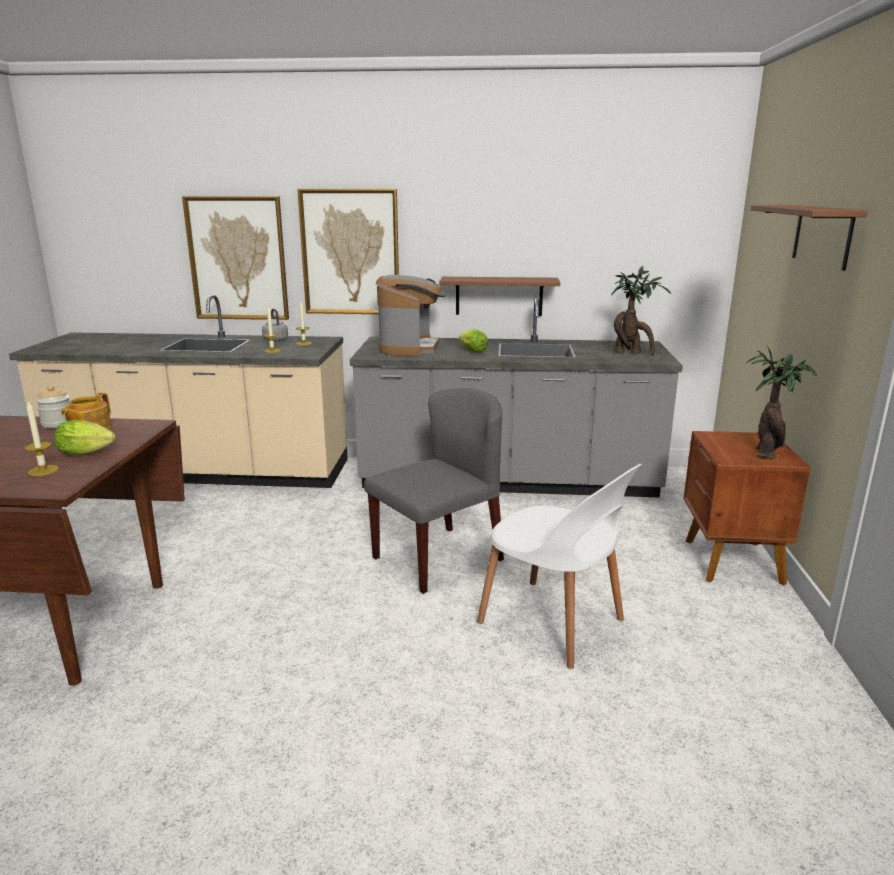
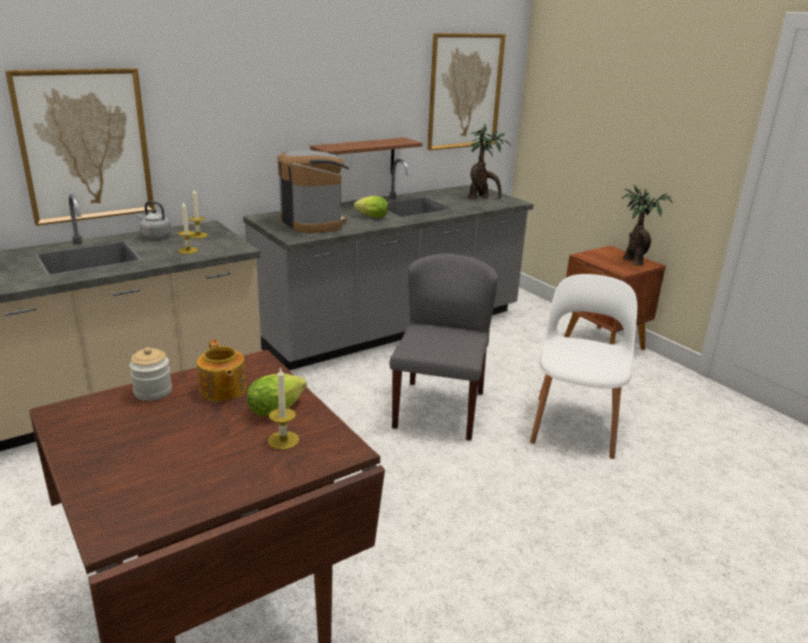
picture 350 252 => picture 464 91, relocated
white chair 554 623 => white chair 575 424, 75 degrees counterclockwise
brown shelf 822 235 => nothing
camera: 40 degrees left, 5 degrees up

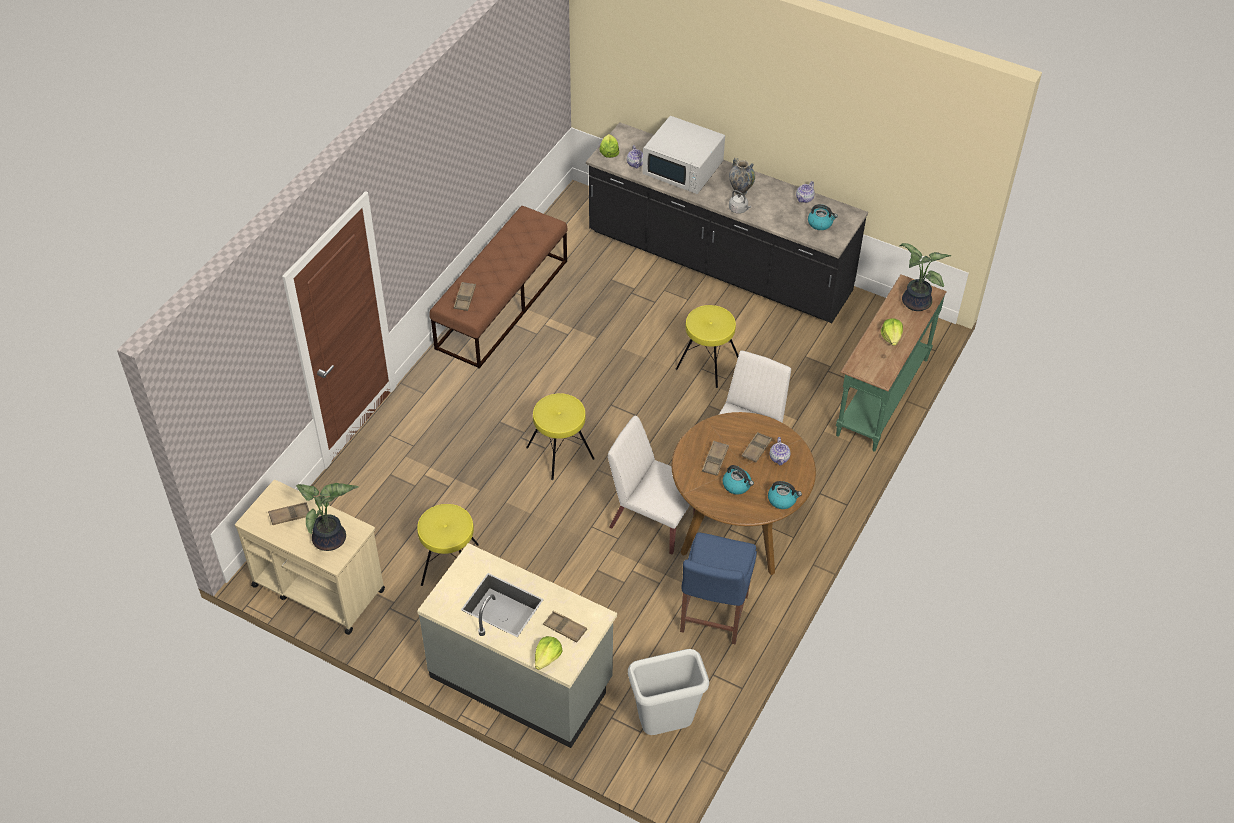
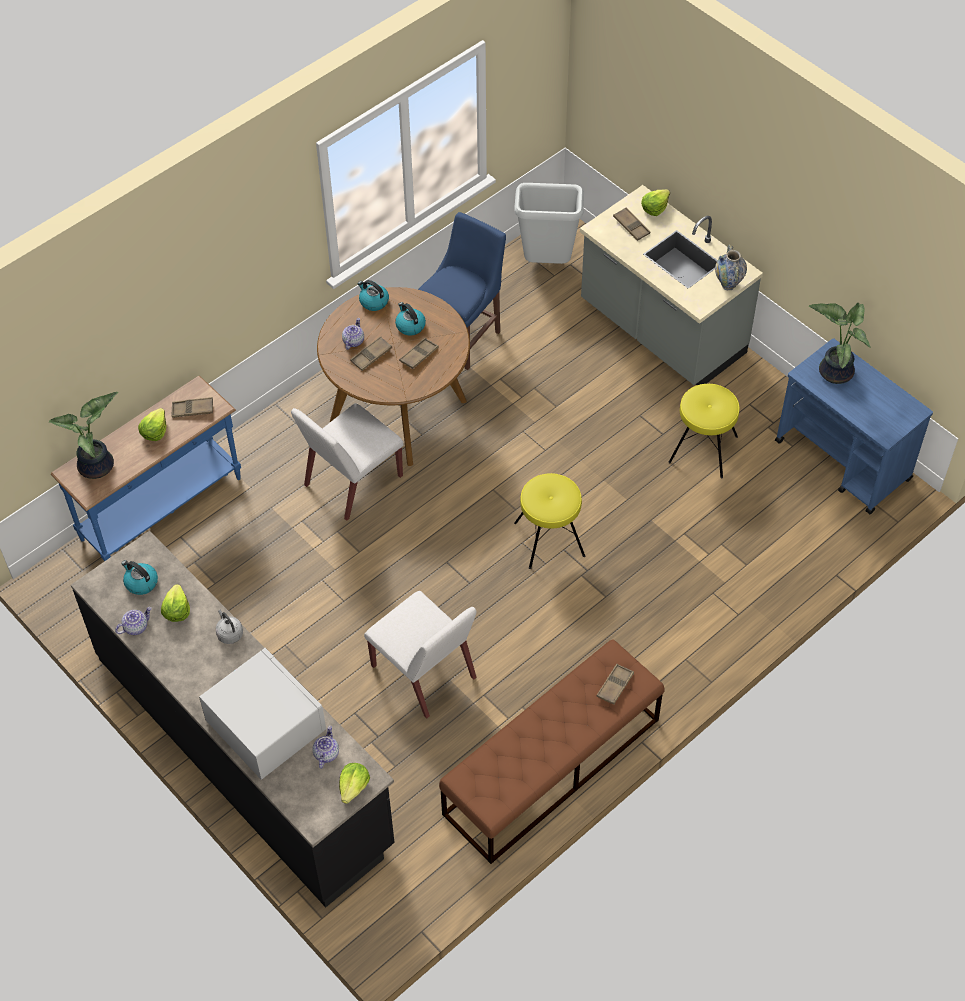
green console table 881 396 => blue console table 162 510
nothing => lettuce 176 610
brown tray 290 515 => brown tray 192 409, relocated
white chair 652 520 => white chair 424 673, relocated
vase 740 191 => vase 728 284, relocated
beige cart 318 587 => blue cart 843 461
yellow stool 708 363 => nothing
camera: 160 degrees left, 5 degrees up

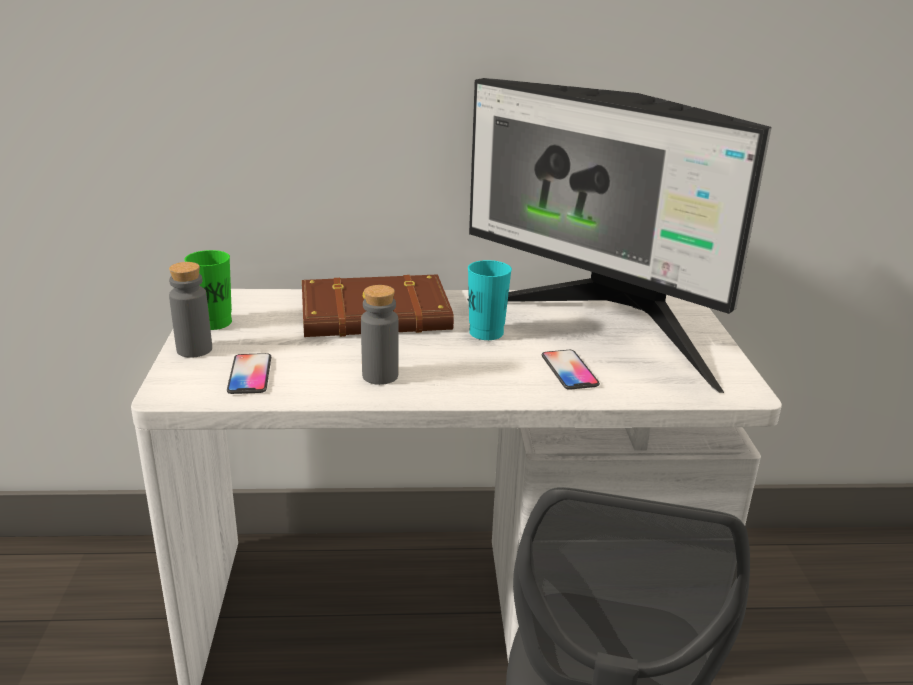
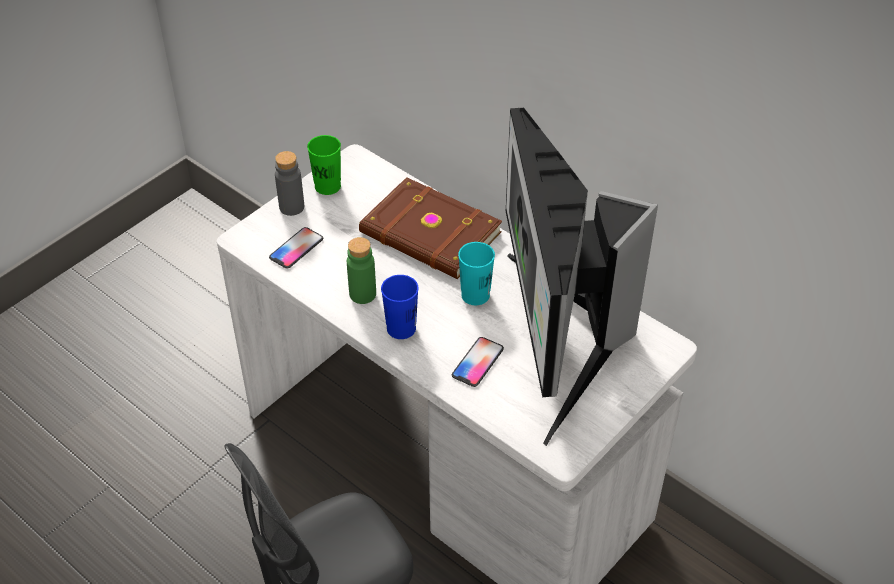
grey bottle 380 376 => green bottle 362 294
nothing => blue cup 401 328
camera: 45 degrees right, 20 degrees up

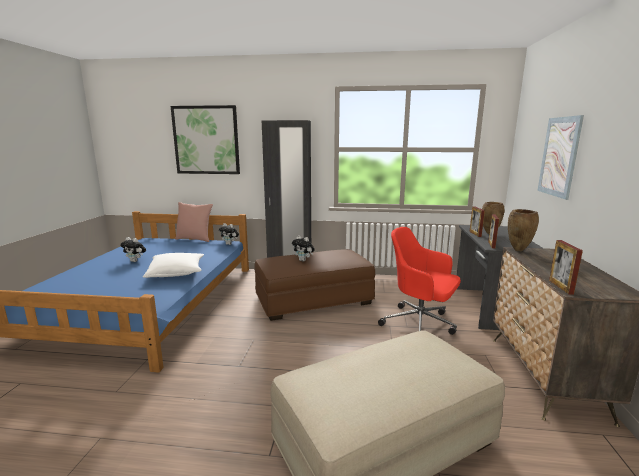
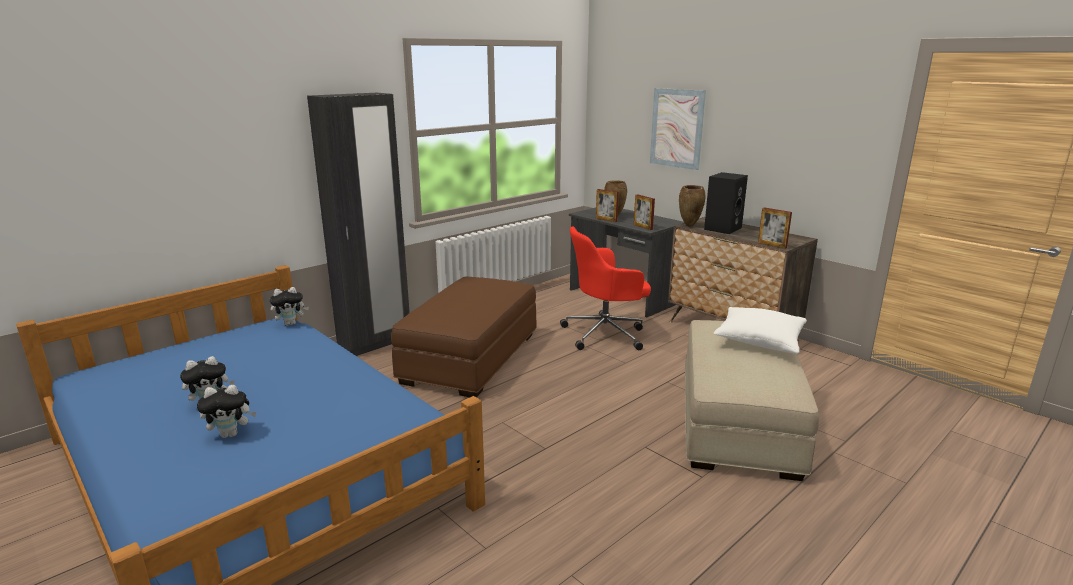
plush toy 303 260 => plush toy 231 434, relocated
nothing => black speaker 722 228
white pillow 176 273 => white pillow 759 341, relocated
picture 206 140 => nothing
pink pillow 195 239 => nothing
camera: 50 degrees left, 5 degrees up

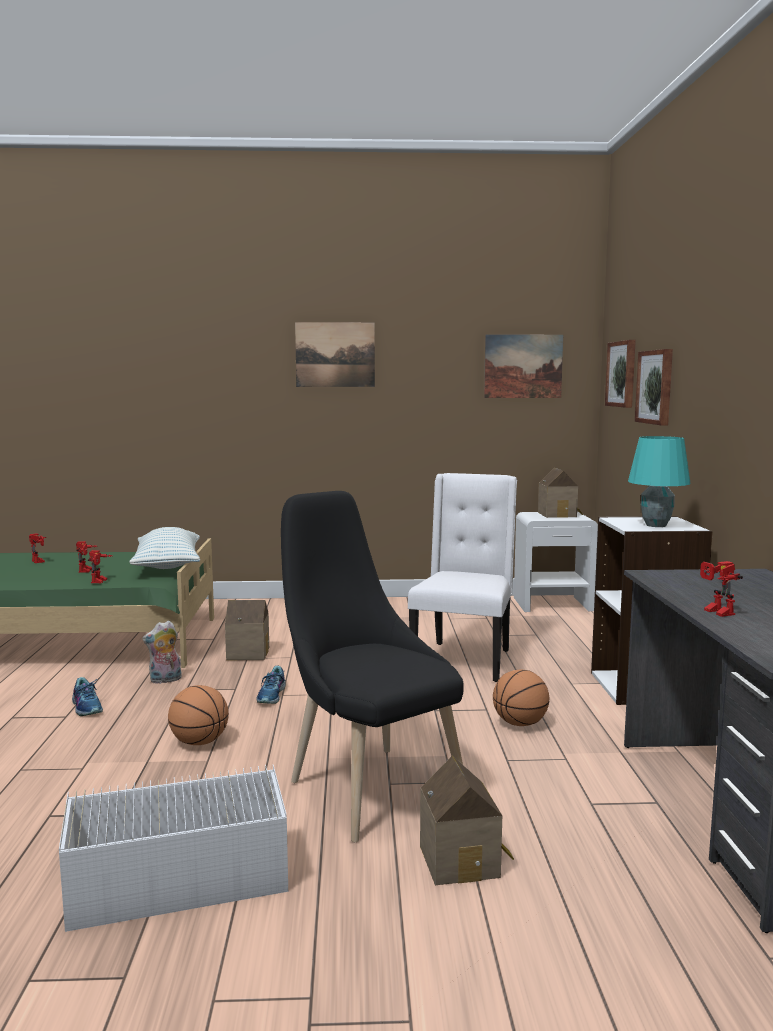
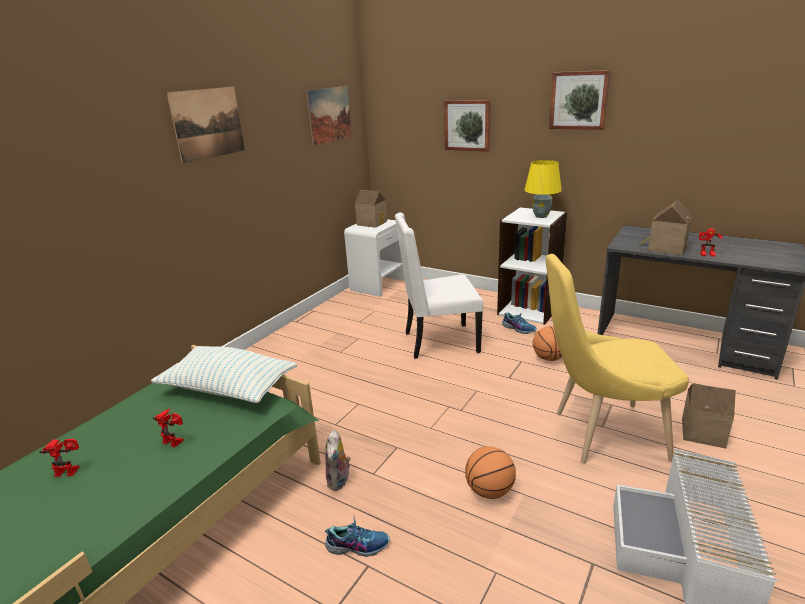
white chair 463 660 => white chair 439 342, 60 degrees counterclockwise
shoe 272 695 => shoe 519 328, relocated
turquoise table lamp 656 525 => yellow table lamp 541 216
black chair 368 785 => yellow chair 601 434
picture 622 374 => picture 579 100, relocated
toy house 248 653 => toy house 665 248, relocated
toy robot 100 581 => nothing
camera: 55 degrees left, 15 degrees up

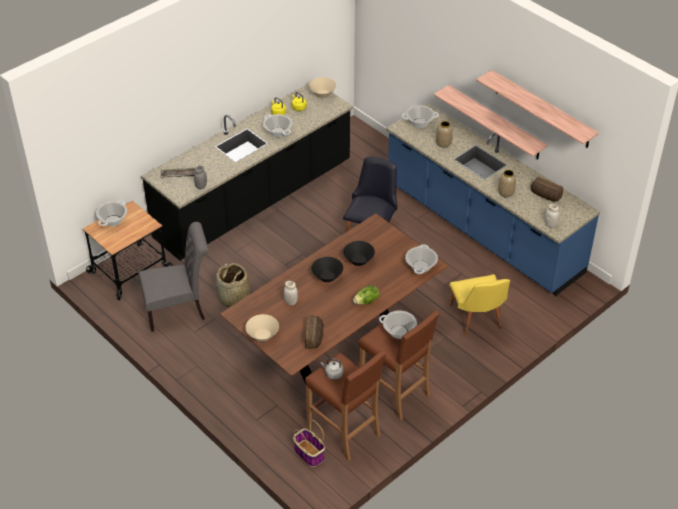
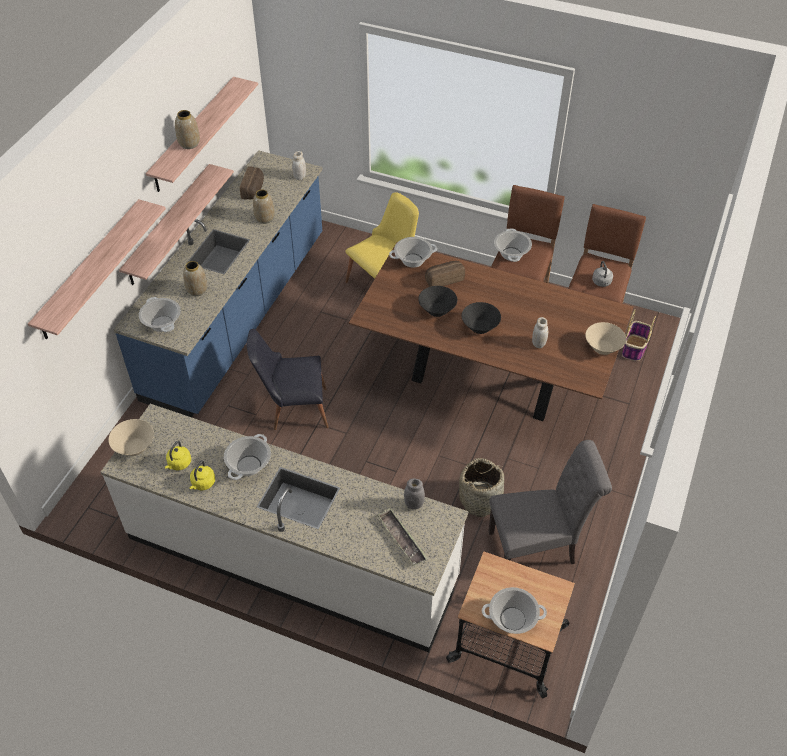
nothing => shelf 90 270
black counter 254 200 => white counter 292 557
nothing => vase 189 144
bread 314 337 => bread 444 279, relocated
grey chair 179 311 => grey chair 537 547, 120 degrees clockwise
lettuce 366 301 => nothing
camera: 115 degrees left, 5 degrees up

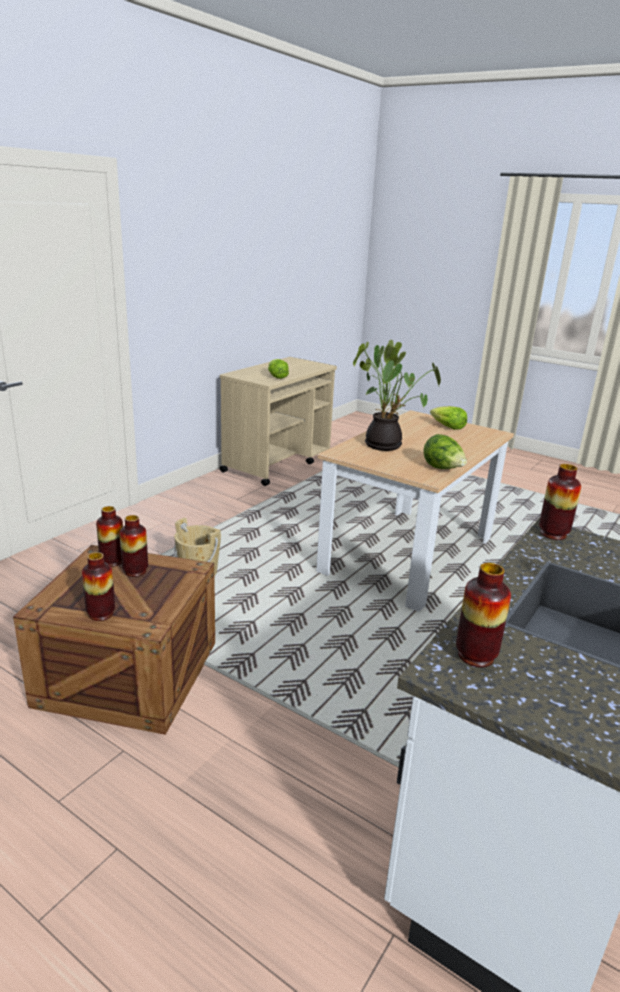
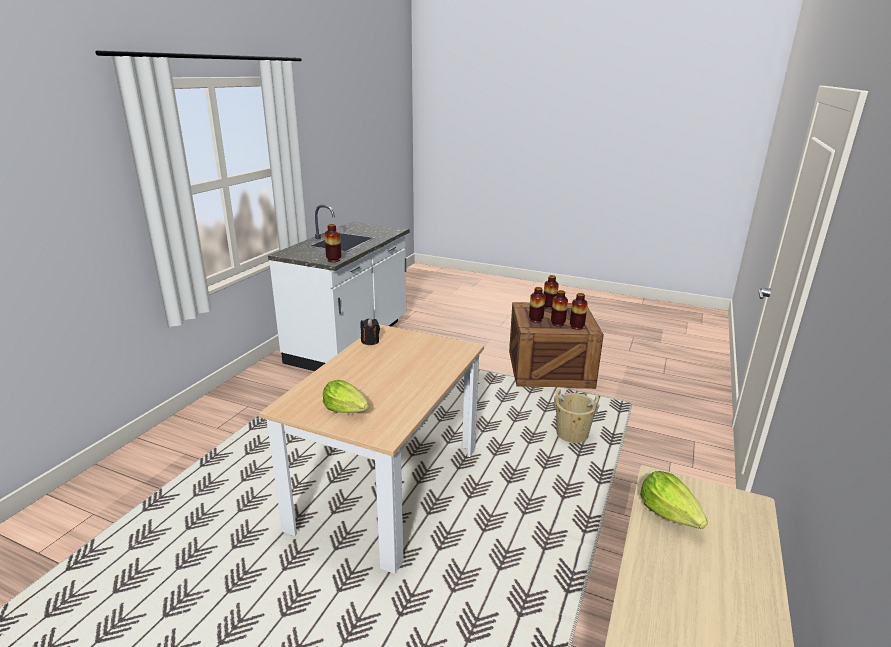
lettuce 443 469 => black candle 370 341
vase 475 656 => vase 535 320, relocated
potted plant 386 445 => nothing
camera: 170 degrees right, 0 degrees up

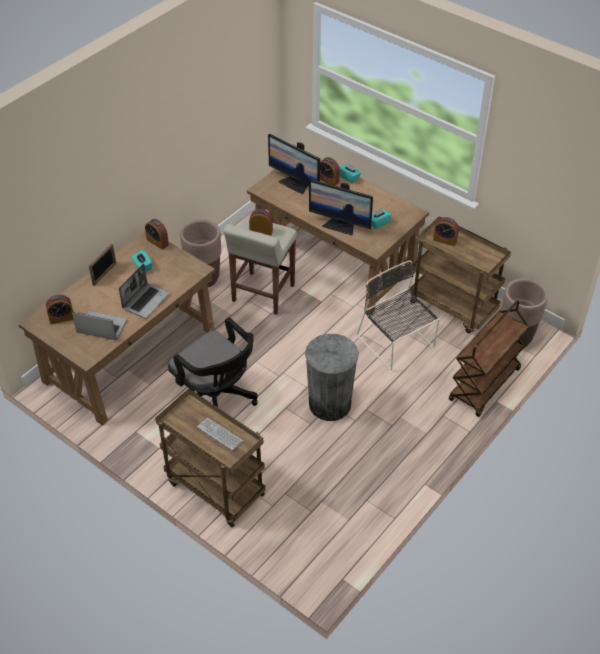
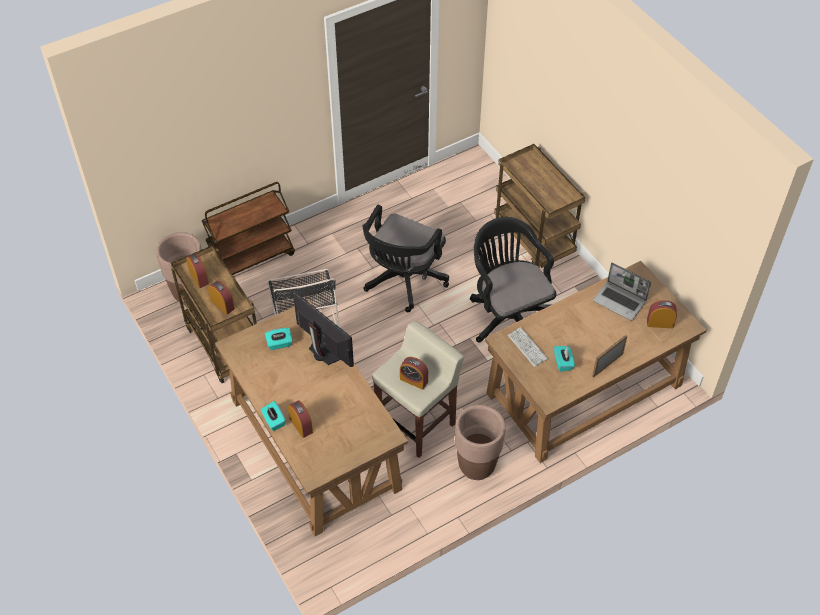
alarm clock 157 242 => alarm clock 199 277, relocated
grey trash can 330 404 => black office chair 403 282
keyboard 220 434 => keyboard 527 347, relocated
laptop 146 300 => nothing
monitor 295 184 => nothing
camera: 160 degrees left, 5 degrees up

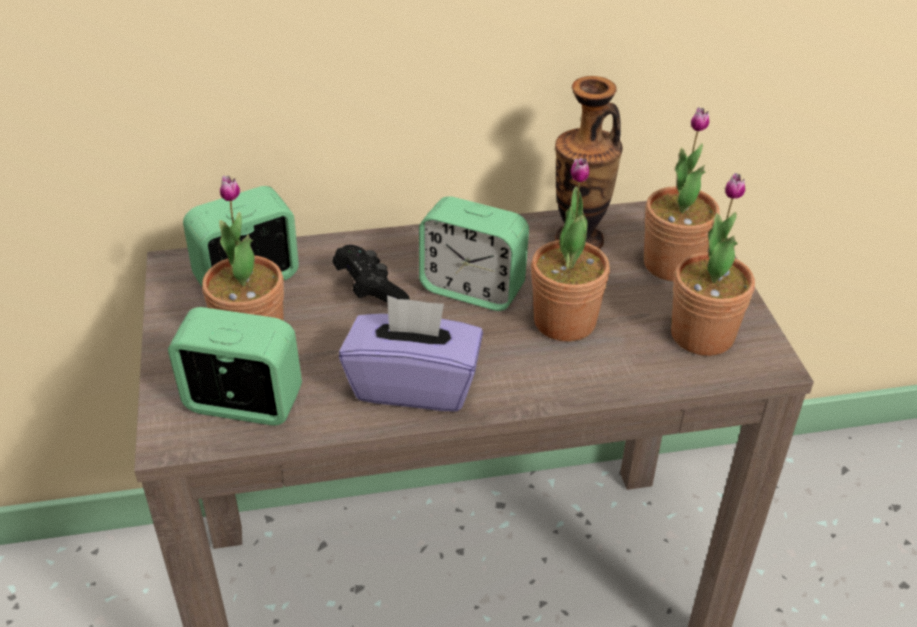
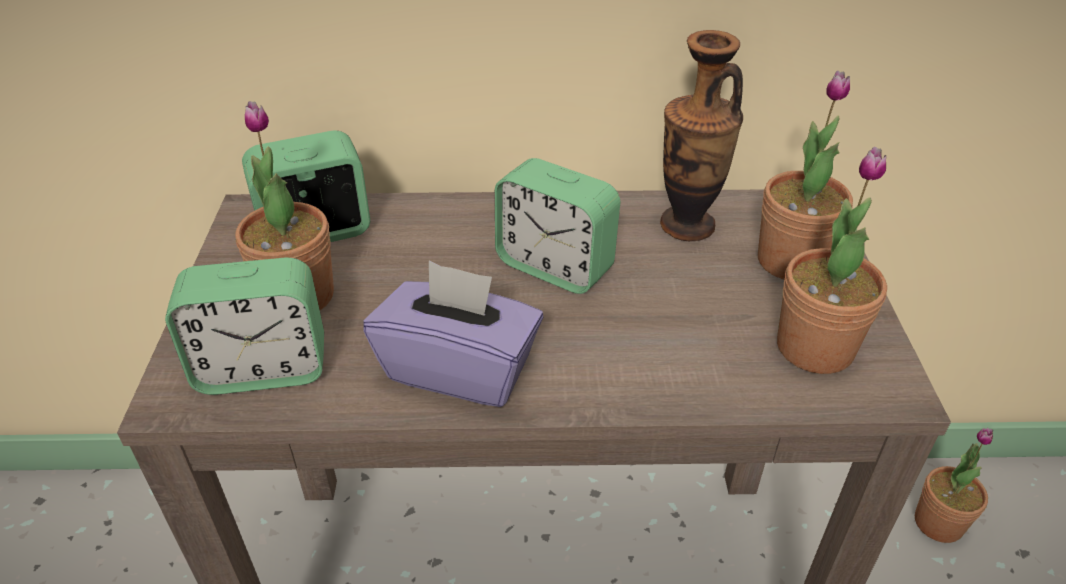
alarm clock 243 404 => alarm clock 263 369, 150 degrees clockwise
potted plant 564 321 => potted plant 938 523, relocated
black game controller 369 290 => nothing
camera: 10 degrees right, 0 degrees up

